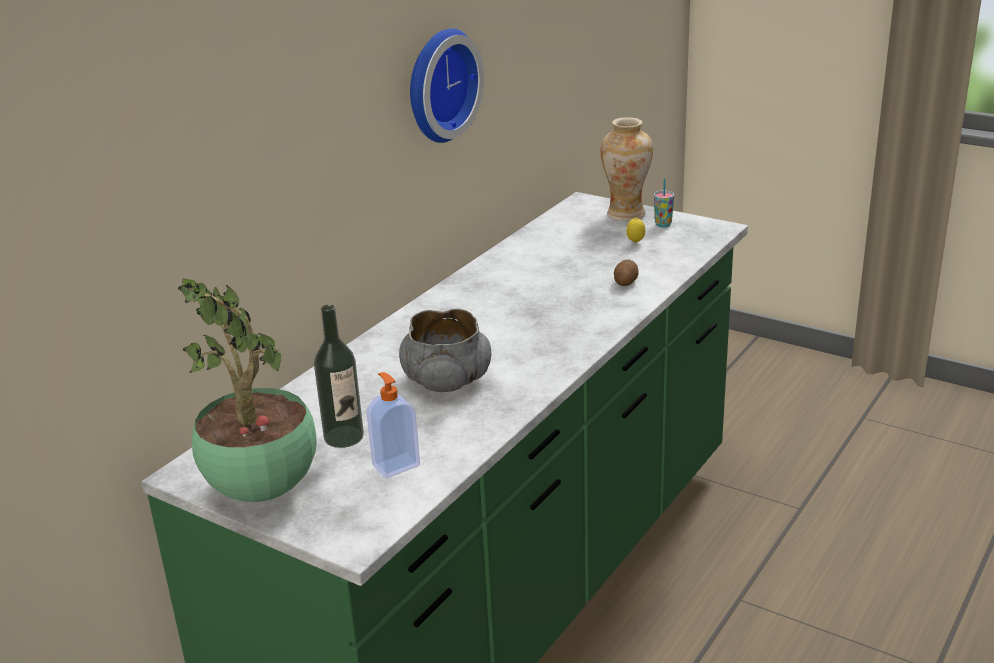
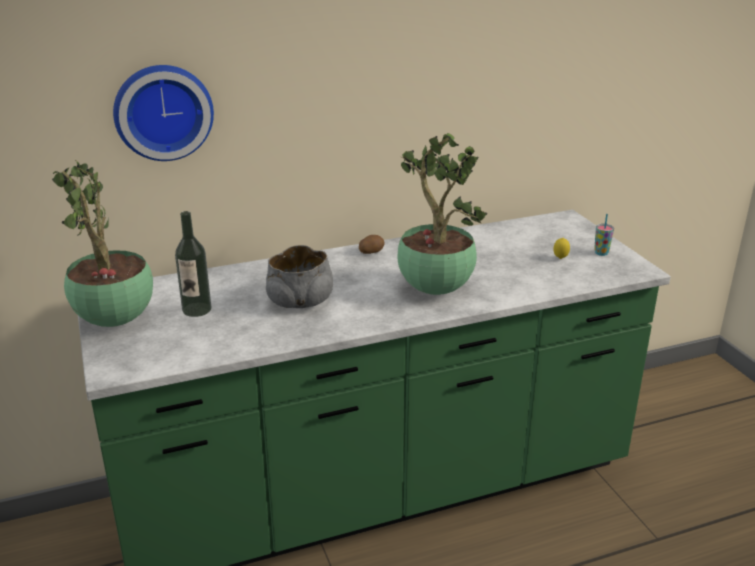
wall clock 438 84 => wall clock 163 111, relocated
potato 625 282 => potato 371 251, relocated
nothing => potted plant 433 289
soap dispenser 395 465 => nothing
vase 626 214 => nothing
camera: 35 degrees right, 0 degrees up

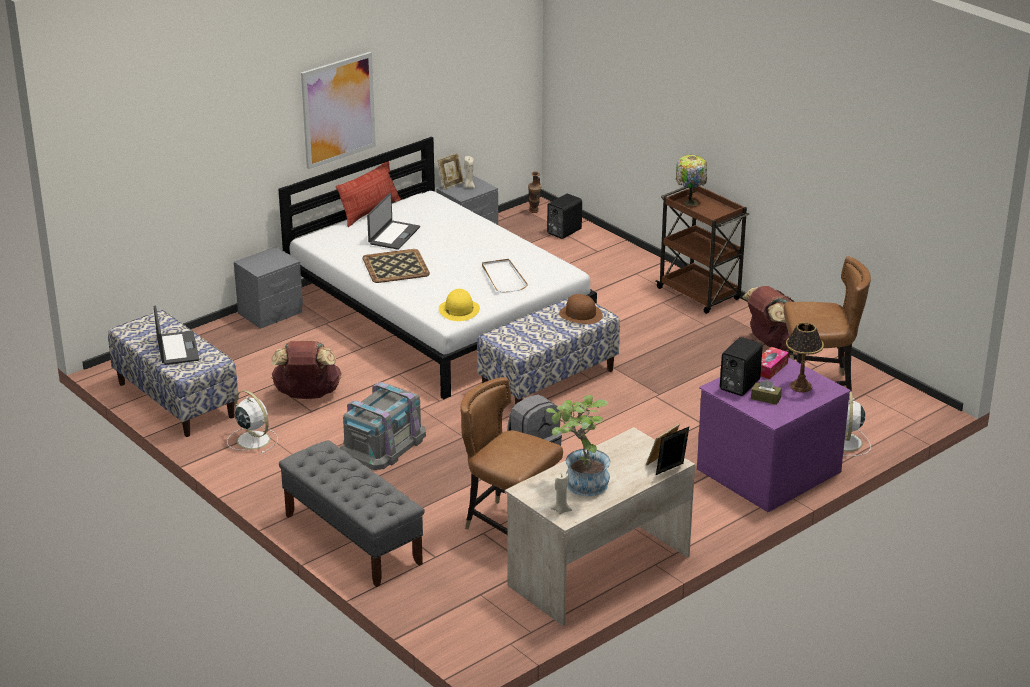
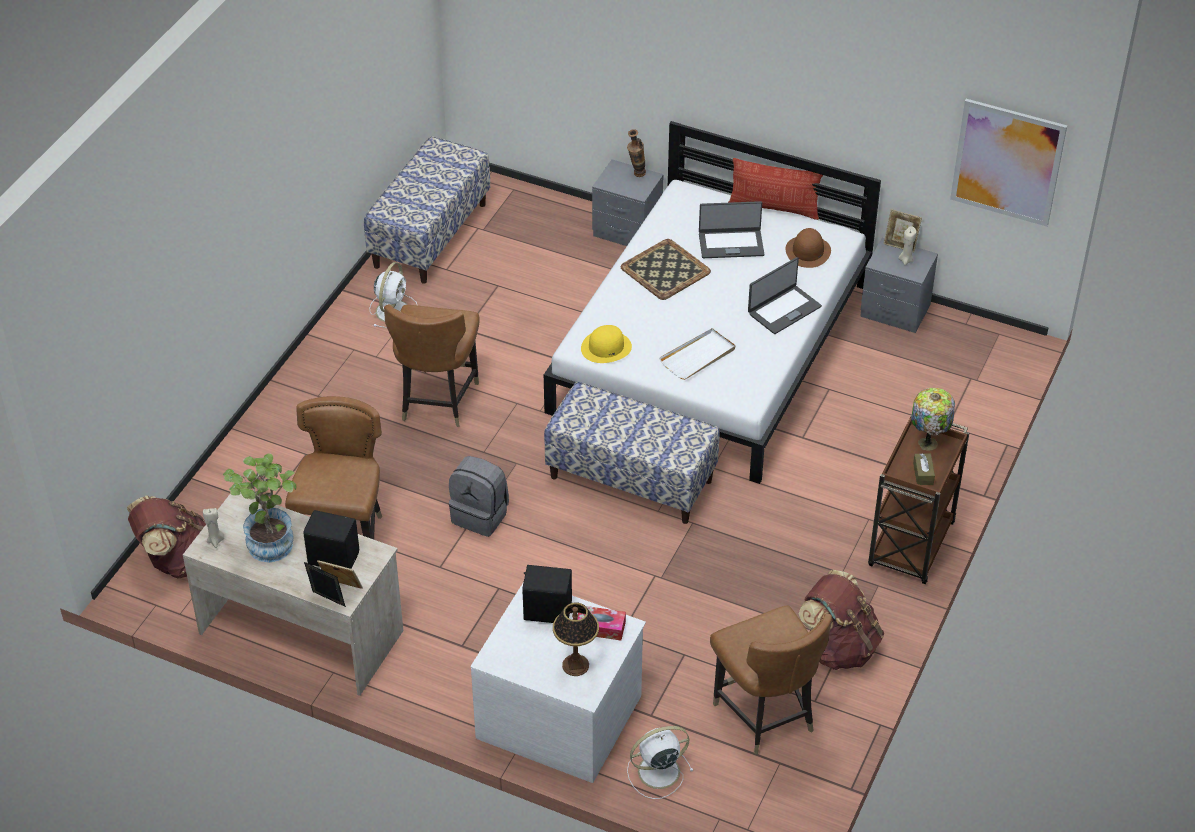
brown backpack 307 395 => brown backpack 175 560, relocated
black speaker 563 231 => black speaker 333 557, relocated
grey storage box 383 444 => brown chair 436 400
purple dresser 767 469 => white dresser 560 715
vase 534 212 => vase 636 175, relocated
laptop 176 349 => laptop 783 309, relocated
brown hat 581 314 => brown hat 808 251, relocated
brown tissue box 765 398 => brown tissue box 923 473, relocated
picture 338 110 => picture 1007 162, relocated
grey bench 352 539 => nothing
camera: 65 degrees right, 15 degrees up

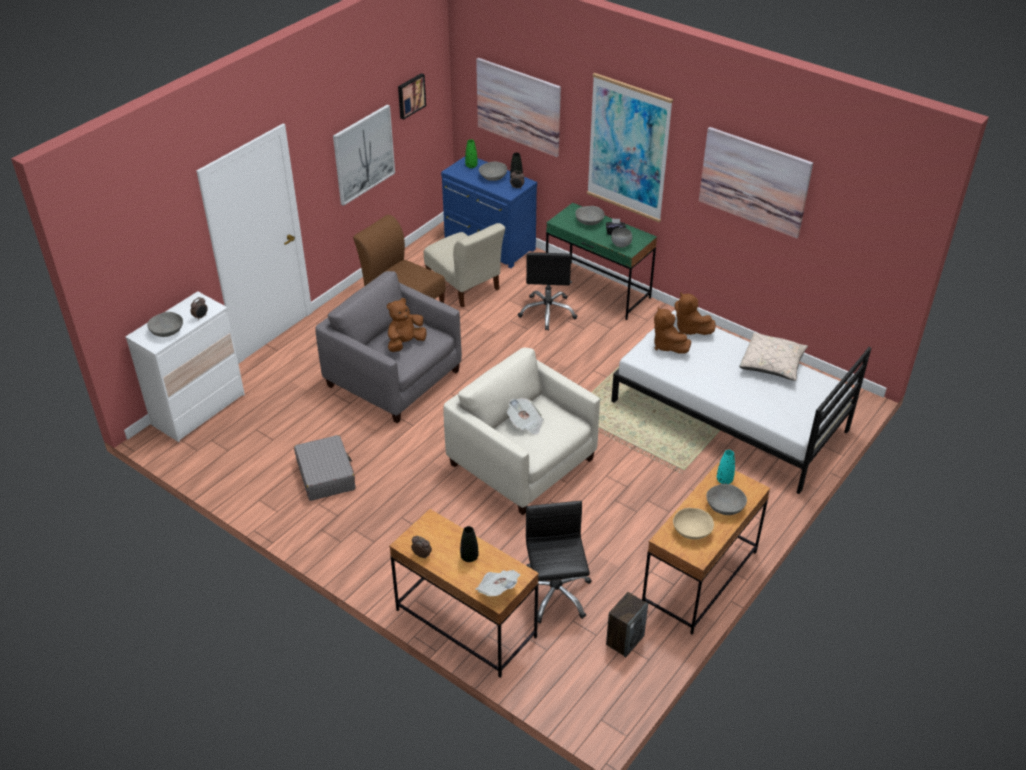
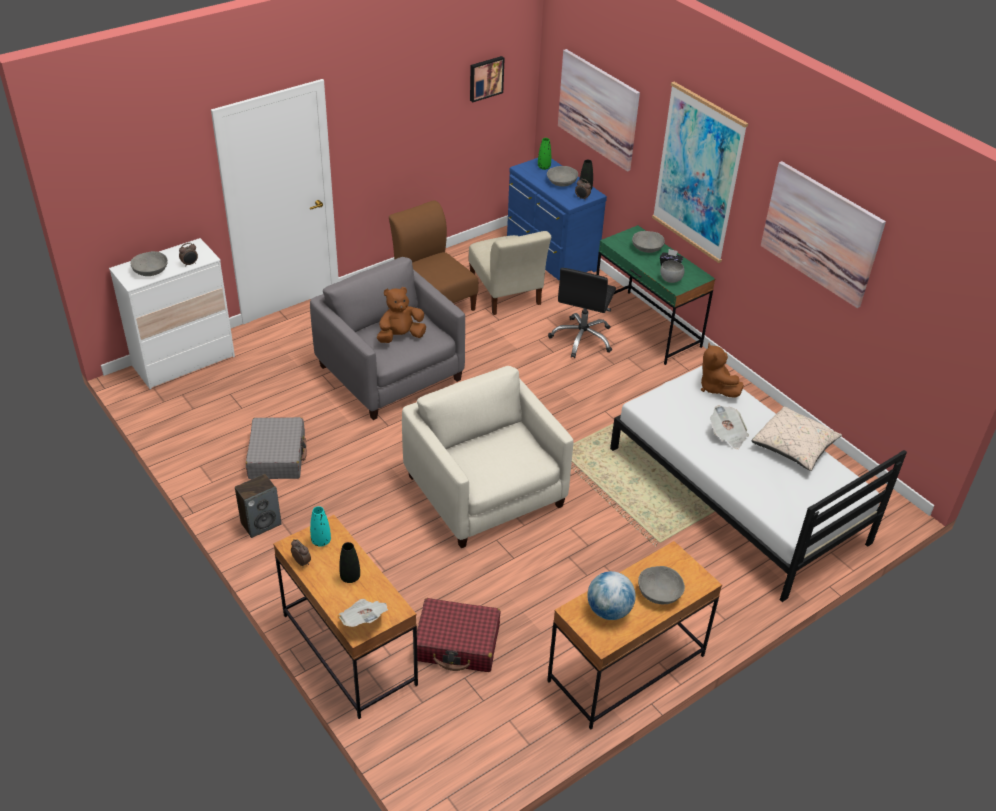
speaker 625 640 => speaker 261 523, relocated
turquoise vase 724 480 => turquoise vase 321 541, relocated
black office chair 555 594 => red suitcase 457 643
beige bowl 692 530 => globe 609 610
newspaper 525 423 => newspaper 727 435, relocated
picture 363 154 => nothing
brown plush toy 667 346 => nothing
camera: 15 degrees right, 0 degrees up

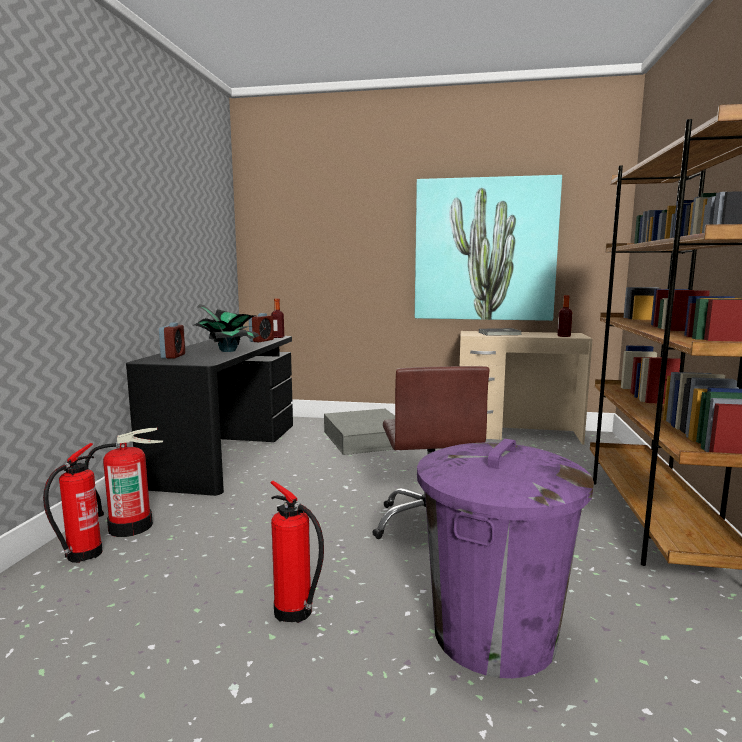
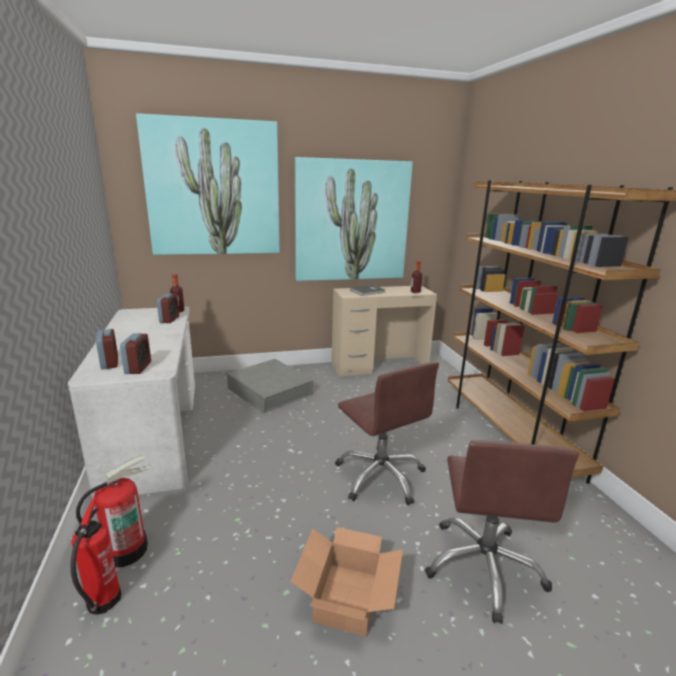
black desk 227 452 => white desk 153 431
nothing => alarm clock 138 368
nothing => picture 214 188
fire extinguisher 295 613 => cardboard box 346 598
purple trash can 493 634 => brown office chair 484 567
potted plant 228 351 => nothing
camera: 25 degrees left, 10 degrees up

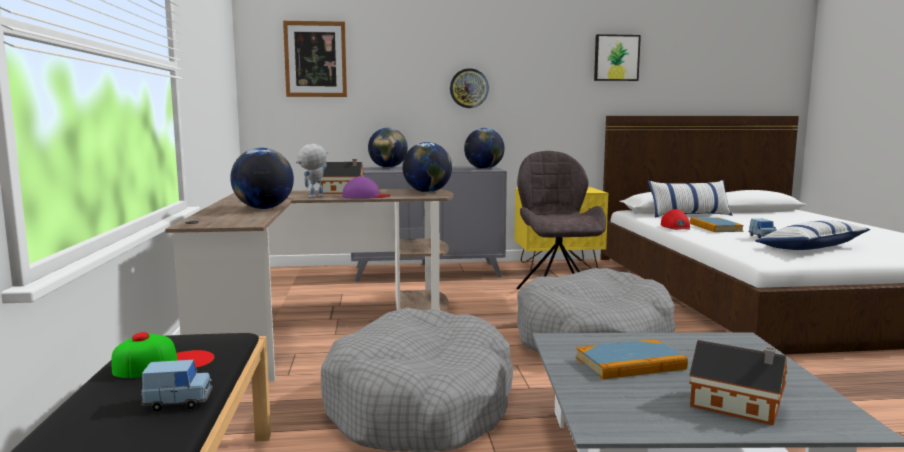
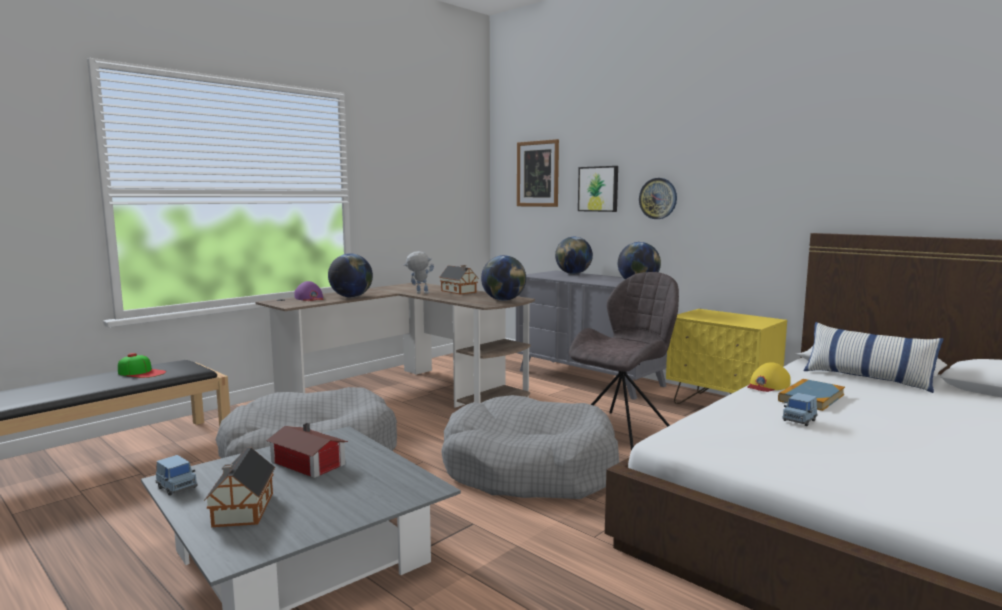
blue toy car 178 402 => blue toy car 177 487, relocated
book 630 364 => toy house 307 464
purple cap 365 196 => purple cap 310 298, relocated
picture 616 58 => picture 598 189, relocated
red cap 676 227 => yellow cap 767 385
pillow 811 248 => nothing
camera: 50 degrees right, 0 degrees up

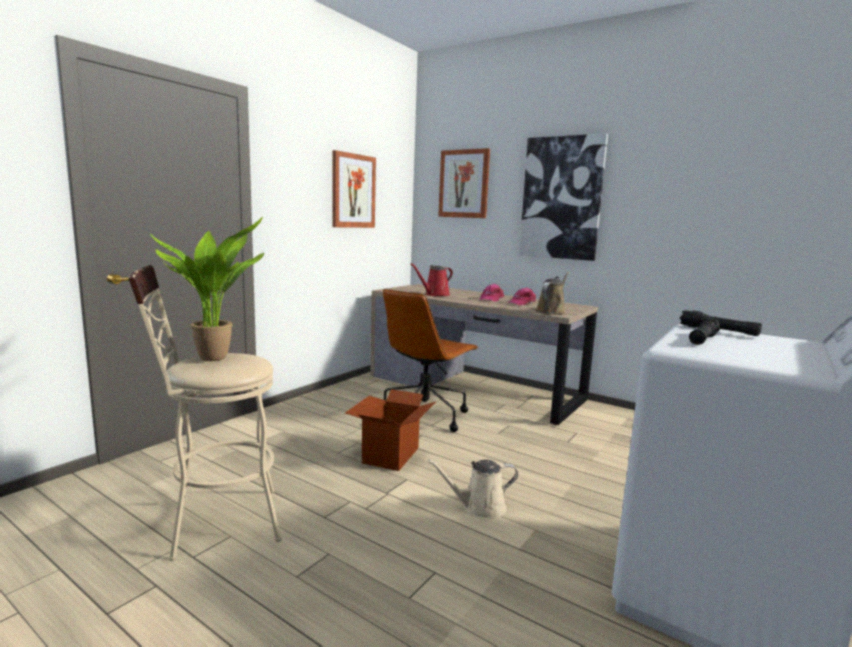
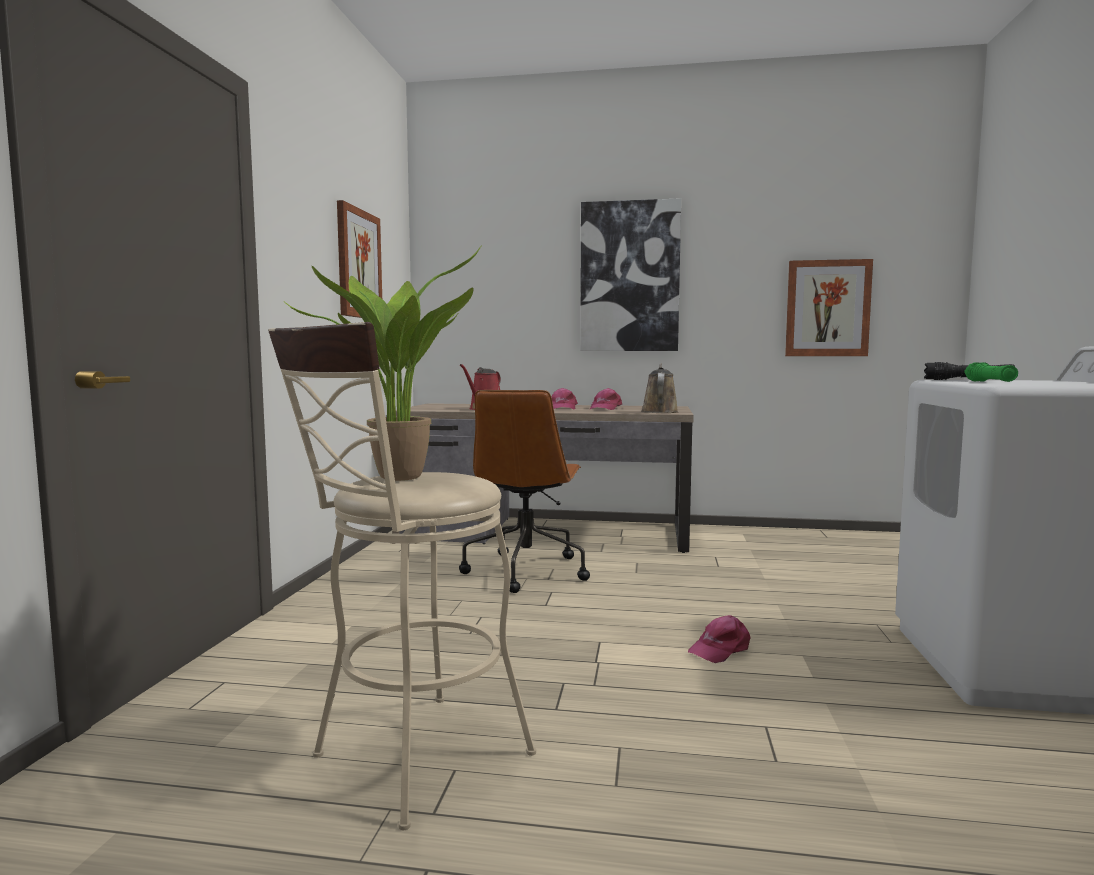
beige watering can 479 507 => pink cap 720 649
picture 464 184 => picture 827 308, relocated
black flashlight 703 340 => green flashlight 990 382
cardboard box 390 455 => nothing
camera: 25 degrees left, 5 degrees down

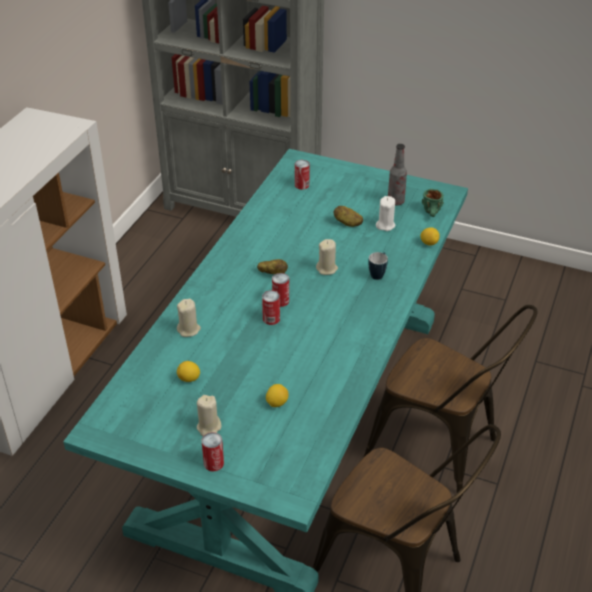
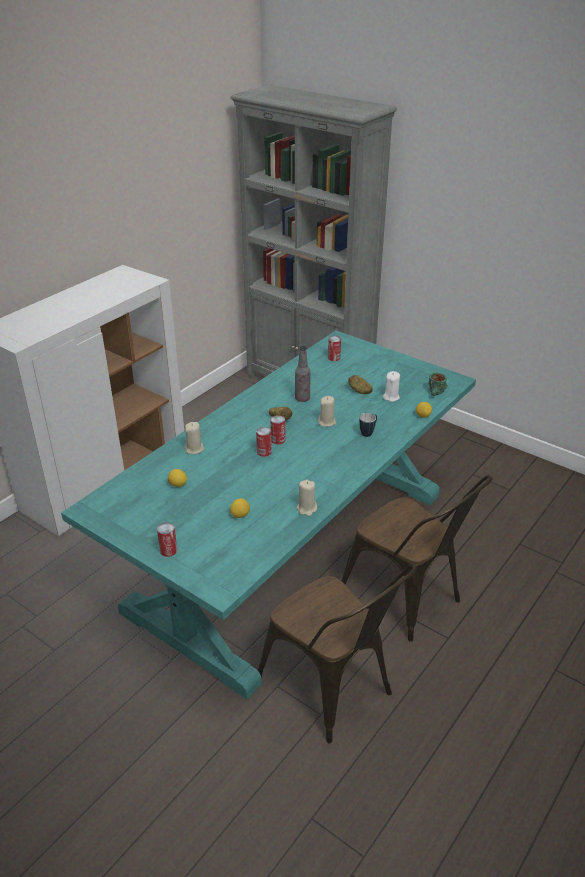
bottle 395 201 => bottle 302 398, relocated
beige candle 209 427 => beige candle 307 509, relocated
camera: 15 degrees right, 5 degrees down

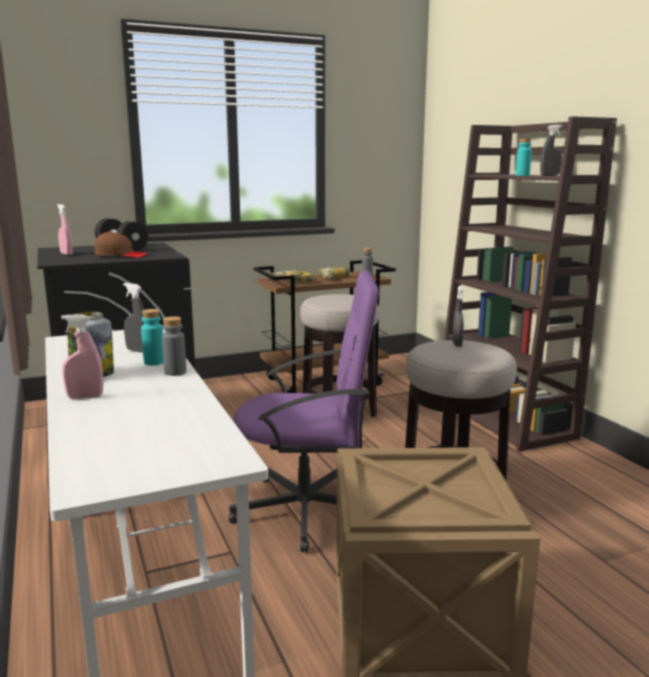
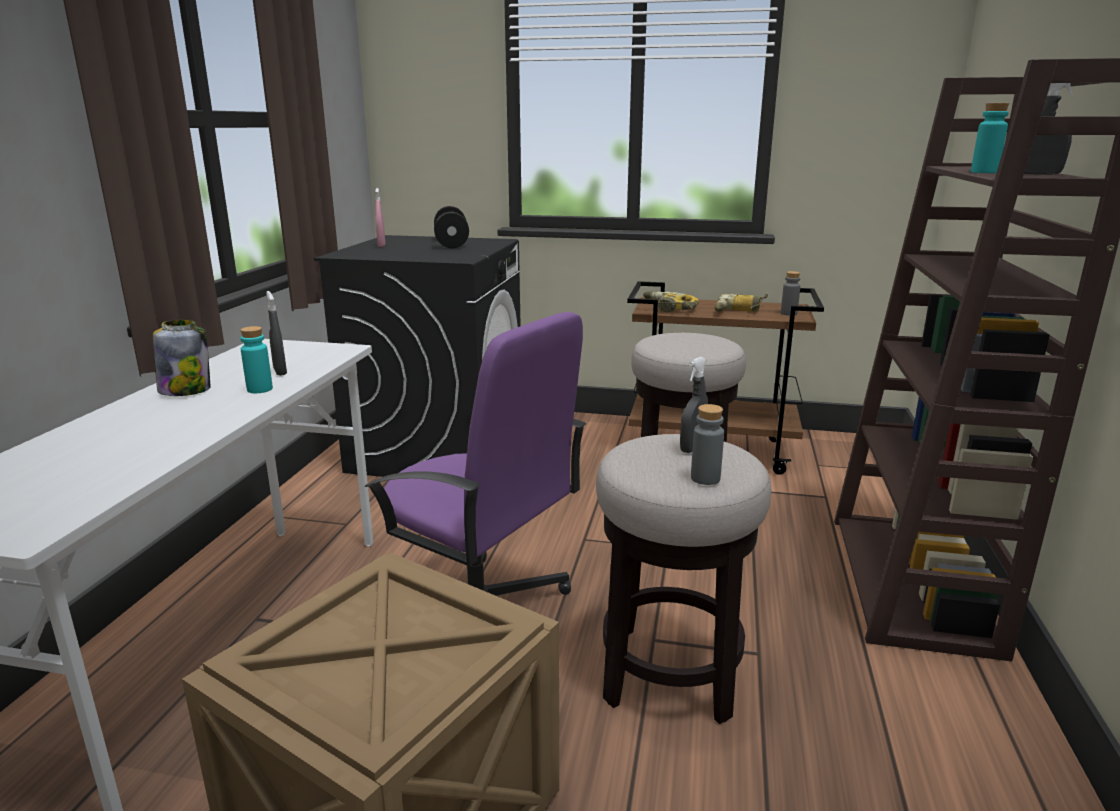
grey bottle 175 372 => grey bottle 705 478, relocated
pink spray bottle 85 397 => nothing
brown cap 121 255 => nothing
camera: 35 degrees right, 5 degrees up

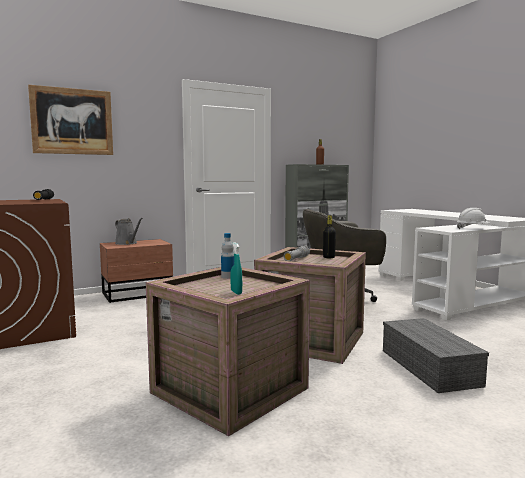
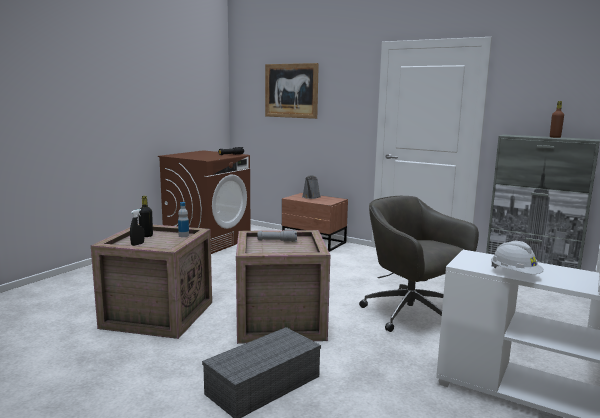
turquoise spray bottle 236 292 => black spray bottle 137 244
black bottle 328 257 => black bottle 146 236, relocated
camera: 60 degrees right, 5 degrees up

